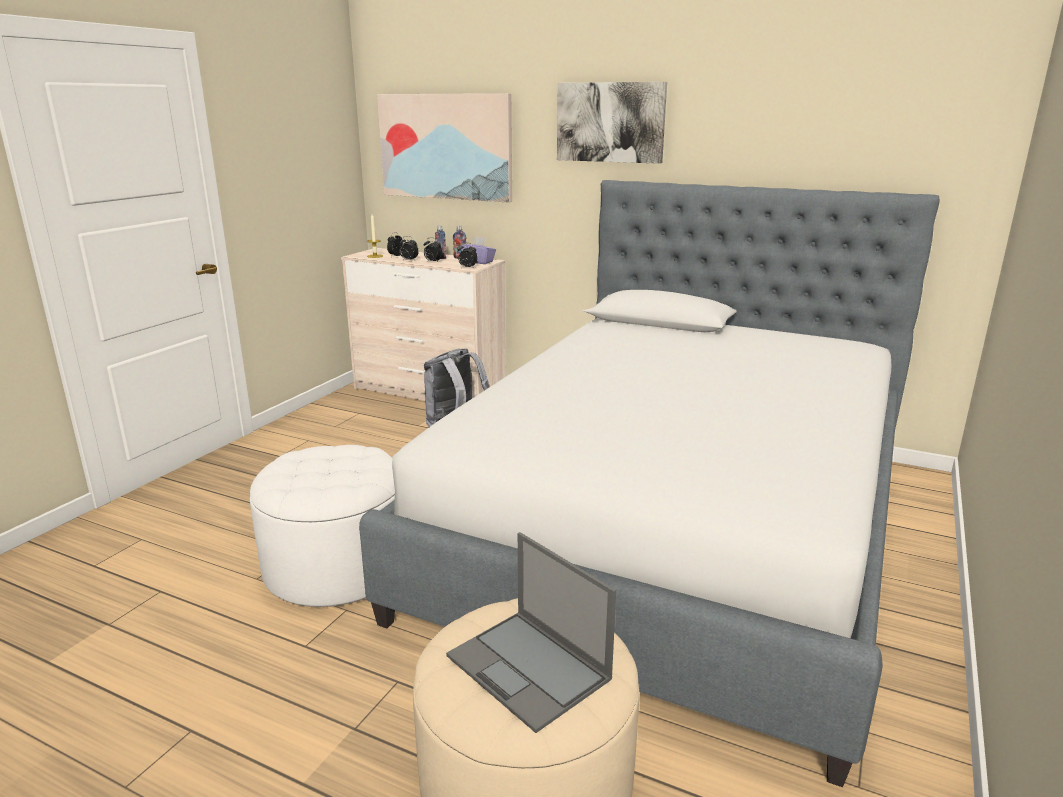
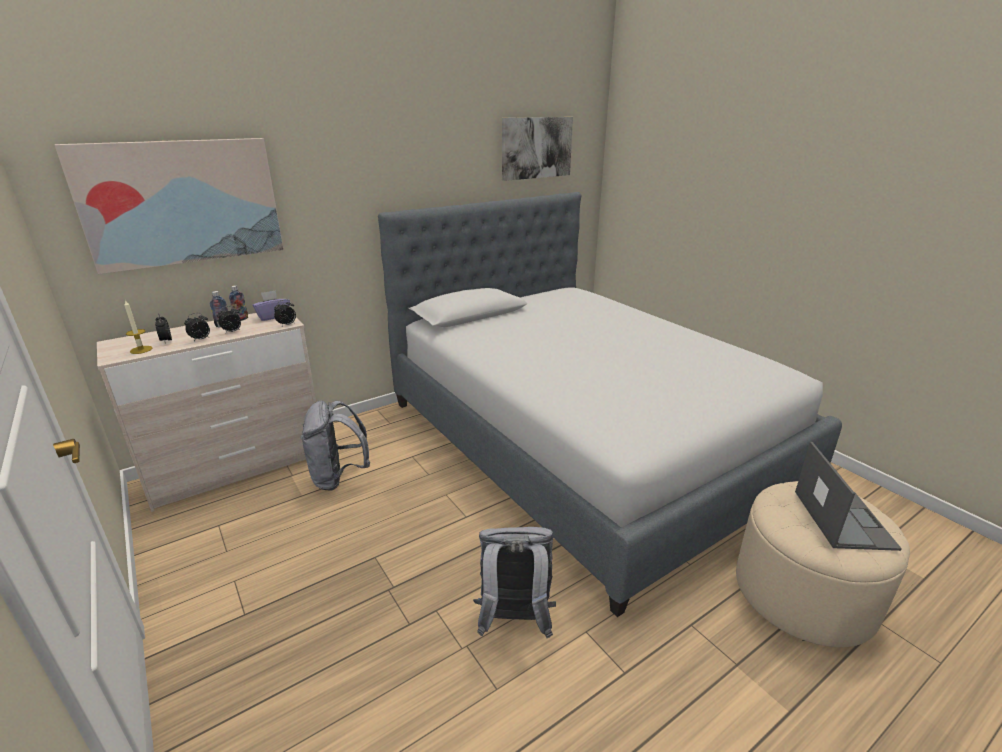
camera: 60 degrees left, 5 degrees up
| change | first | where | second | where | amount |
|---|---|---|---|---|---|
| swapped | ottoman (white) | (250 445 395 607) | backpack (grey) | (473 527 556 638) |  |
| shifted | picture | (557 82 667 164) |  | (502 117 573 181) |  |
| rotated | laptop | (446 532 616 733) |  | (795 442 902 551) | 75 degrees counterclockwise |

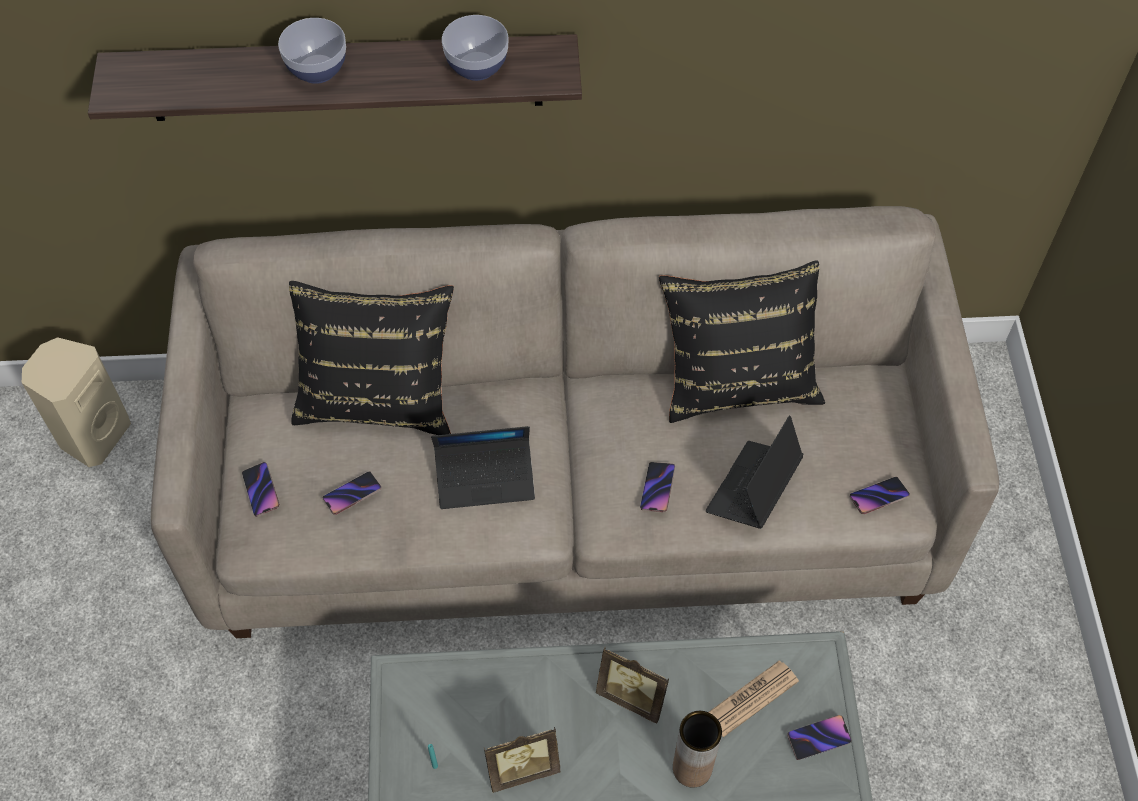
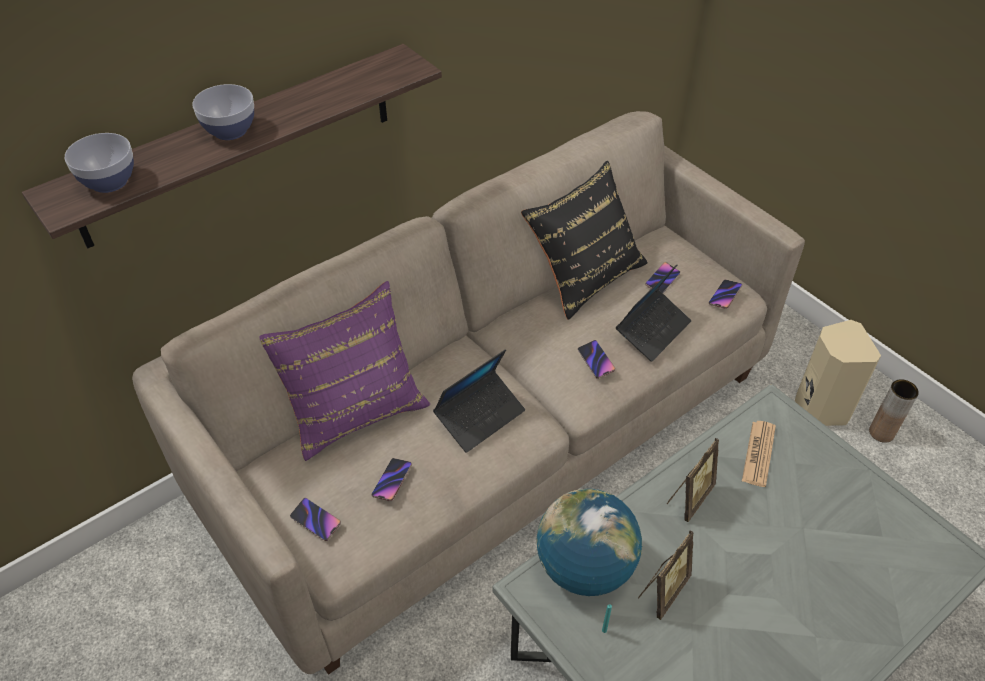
camera: 35 degrees left, 10 degrees down
| change | first | where | second | where | amount |
|---|---|---|---|---|---|
| shifted | bowl | (442 15 508 81) |  | (65 133 134 193) |  |
| repainted | pillow (black) | (289 281 454 435) | pillow (purple) | (259 281 430 461) |  |
| new |  |  | globe | (536 489 642 596) |  |
| rotated | laptop | (706 416 804 529) |  | (616 265 691 362) | 135 degrees counterclockwise |
| shifted | phone | (787 715 851 760) |  | (645 262 680 293) |  |
| rotated | picture frame | (596 646 669 724) |  | (667 438 719 522) | 45 degrees counterclockwise |
| shifted | speaker (beige) | (22 337 131 467) |  | (795 320 881 426) |  |
| shifted | vase (brown) | (673 711 722 788) |  | (869 379 919 443) |  |

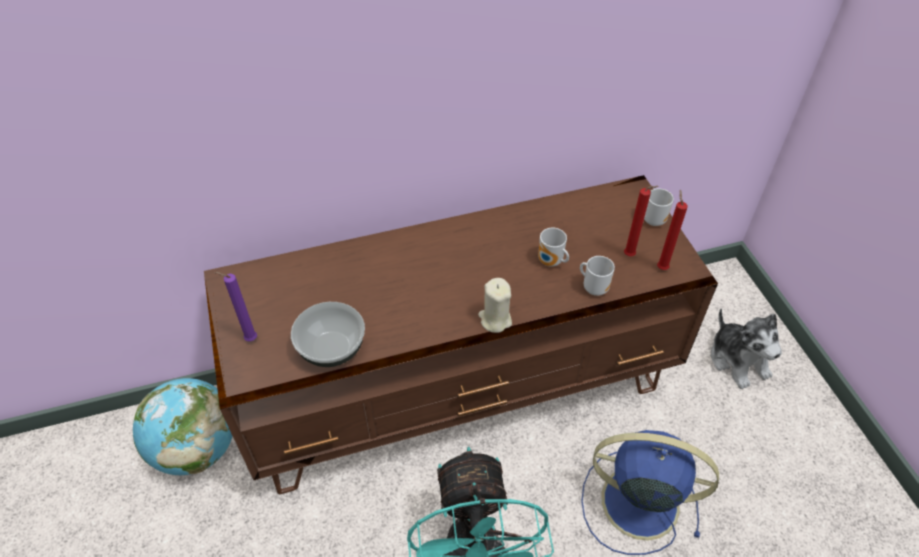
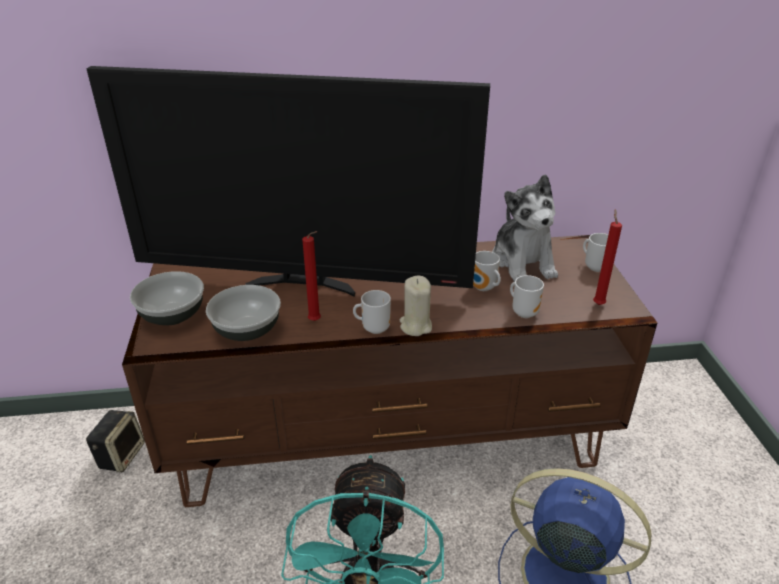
camera: 10 degrees right, 15 degrees down
| change | first | where | second | where | amount |
|---|---|---|---|---|---|
| swapped | globe | (133 378 233 475) | speaker | (86 410 145 473) |  |
| new |  |  | television | (87 66 490 296) |  |
| swapped | candle (purple) | (214 272 257 342) | bowl | (130 271 204 325) |  |
| shifted | candle (red) | (624 186 659 256) |  | (302 231 321 321) |  |
| new |  |  | mug | (353 290 391 334) |  |
| shifted | plush toy | (711 308 782 389) |  | (492 174 558 282) |  |

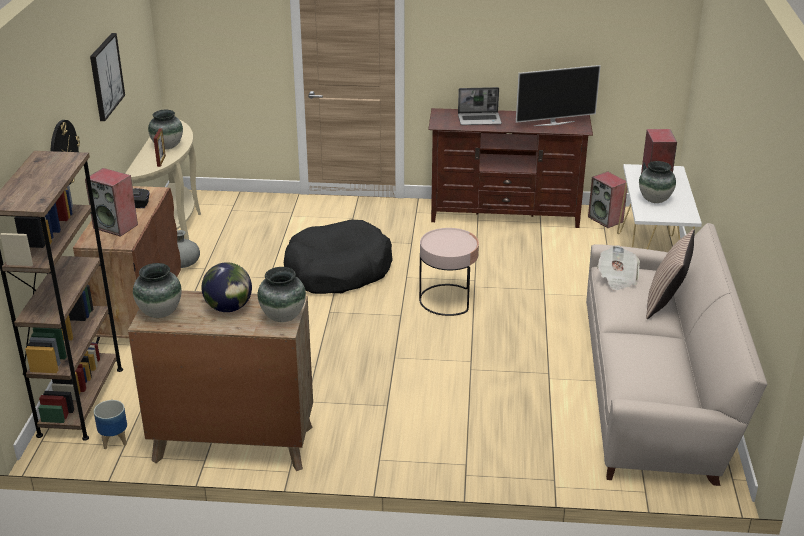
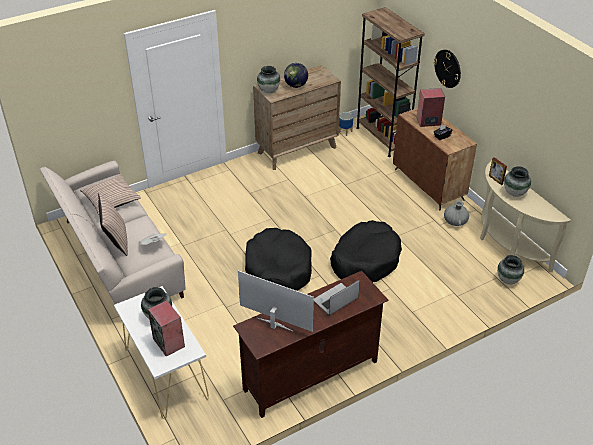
camera: 145 degrees right, 10 degrees up
| change | first | where | second | where | amount |
|---|---|---|---|---|---|
| new |  |  | pillow | (80 174 141 215) |  |
| rotated | television | (516 65 601 126) |  | (238 270 314 332) | 75 degrees clockwise |
| swapped | side table (pink) | (419 228 479 316) | dog bed (black) | (245 228 312 291) |  |
| shifted | vase | (133 263 182 318) |  | (497 255 524 285) |  |
| gone | picture | (90 33 125 121) |  |  |  |
| gone | speaker | (588 171 627 228) |  |  |  |

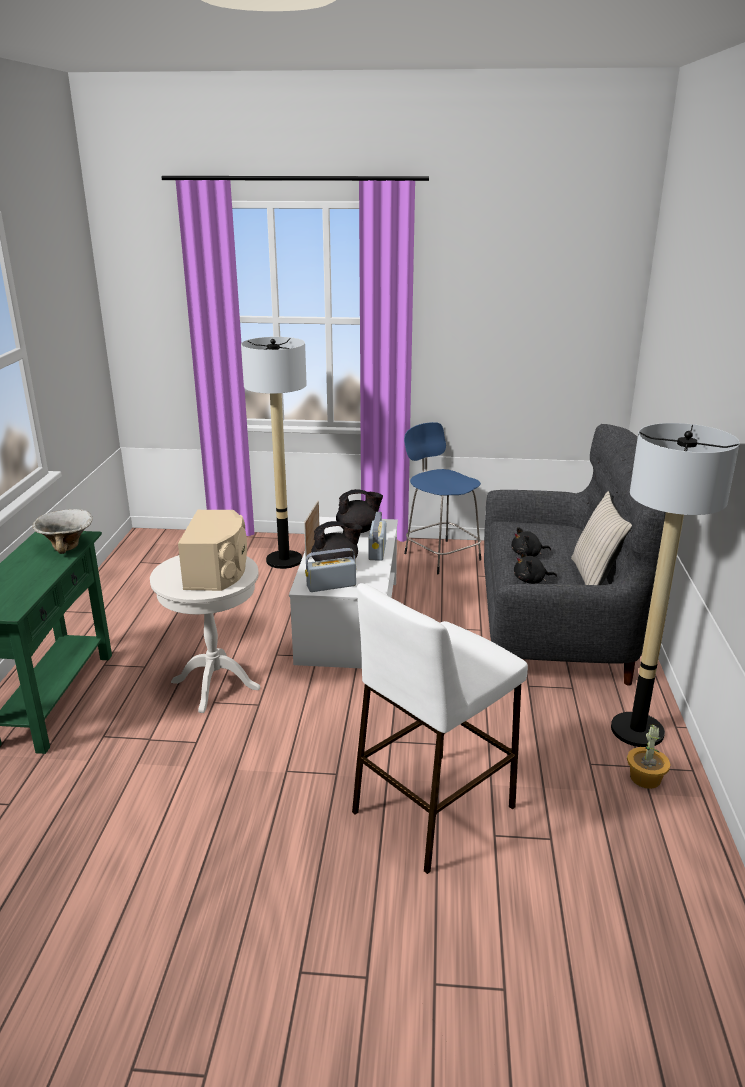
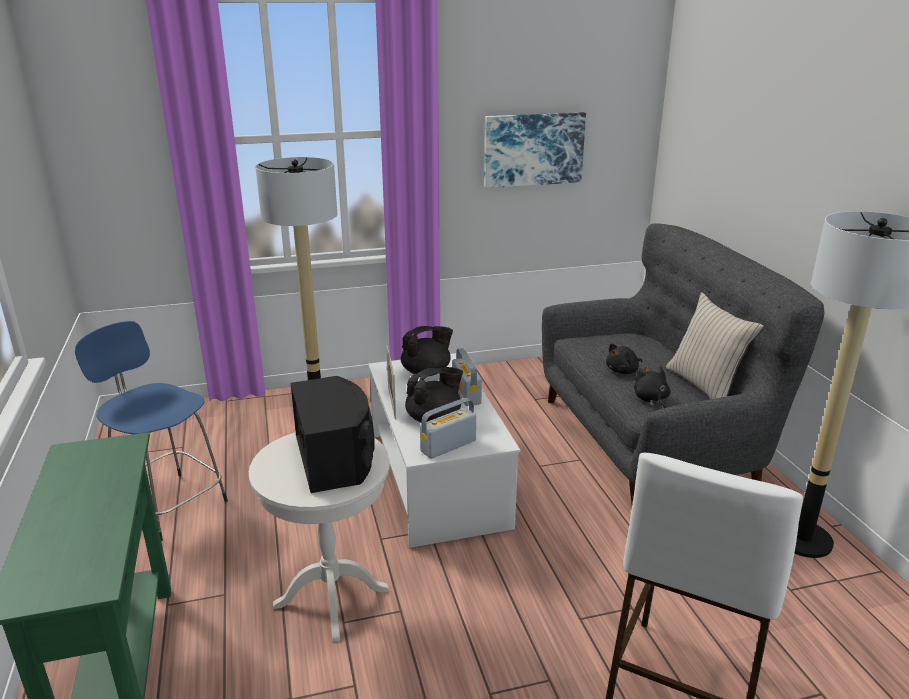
camera: 20 degrees left, 0 degrees up
| change | first | where | second | where | amount |
|---|---|---|---|---|---|
| shifted | stool (blue) | (404 422 481 574) |  | (75 321 228 542) |  |
| repainted | speaker (beige) | (178 510 247 591) | speaker (black) | (290 376 375 493) |  |
| new |  |  | picture | (484 112 586 188) |  |
| rotated | plush toy (black) | (514 551 557 584) |  | (634 366 671 408) | 105 degrees clockwise |
| gone | bowl | (32 509 93 554) |  |  |  |
| gone | potted plant | (627 724 671 789) |  |  |  |

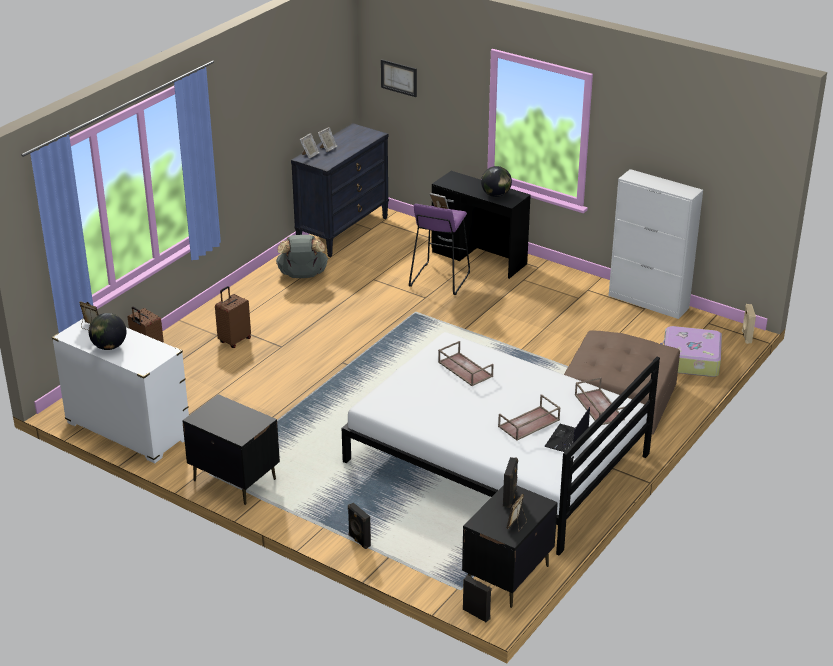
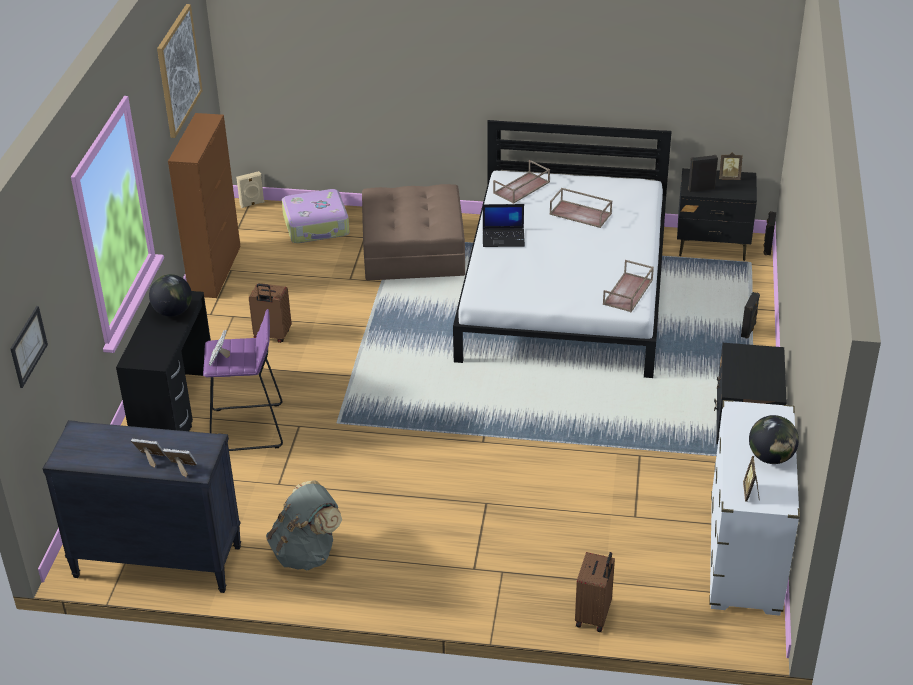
camera: 115 degrees left, 5 degrees up
| change | first | where | second | where | amount |
|---|---|---|---|---|---|
| new |  |  | picture | (157 4 203 138) |  |
| repainted | cabinet (white) | (609 169 703 319) | cabinet (brown) | (168 113 241 298) |  |
| shifted | suitcase (brown) | (215 286 251 348) |  | (249 283 292 343) |  |
| shifted | laptop | (544 407 590 452) |  | (483 204 525 247) |  |
| shifted | tray (brown) | (438 341 494 386) |  | (603 260 654 312) |  |

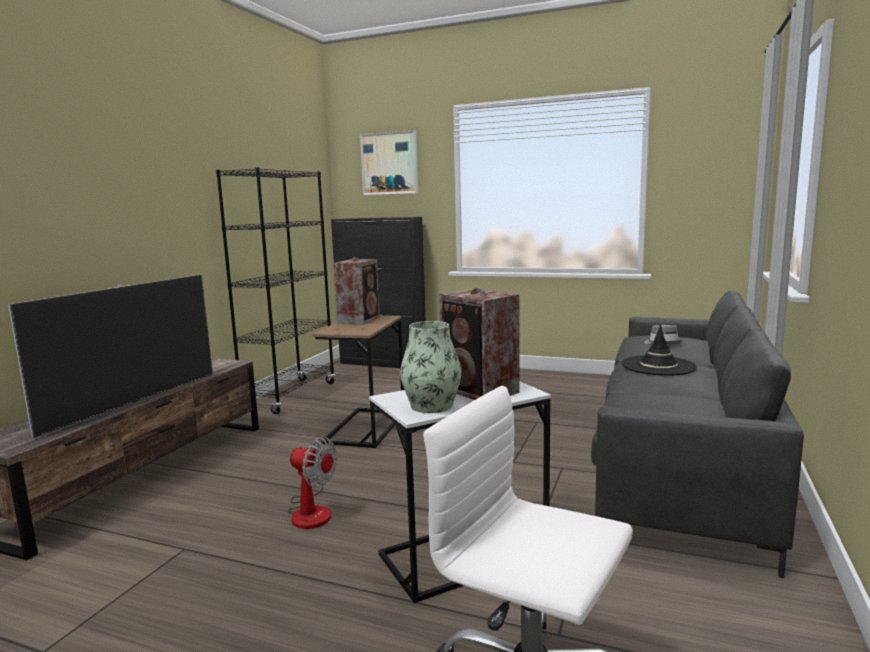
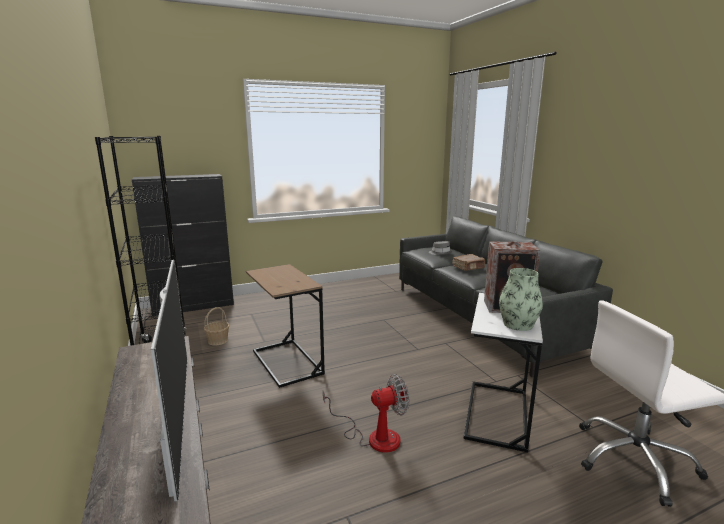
camera: 45 degrees left, 5 degrees up
| change | first | where | second | where | amount |
|---|---|---|---|---|---|
| new |  |  | basket | (204 307 229 345) |  |
| swapped | hat (black) | (621 325 697 376) | book (brown) | (453 254 485 271) |  |
| gone | speaker | (333 257 380 325) |  |  |  |
| gone | picture | (360 130 418 195) |  |  |  |

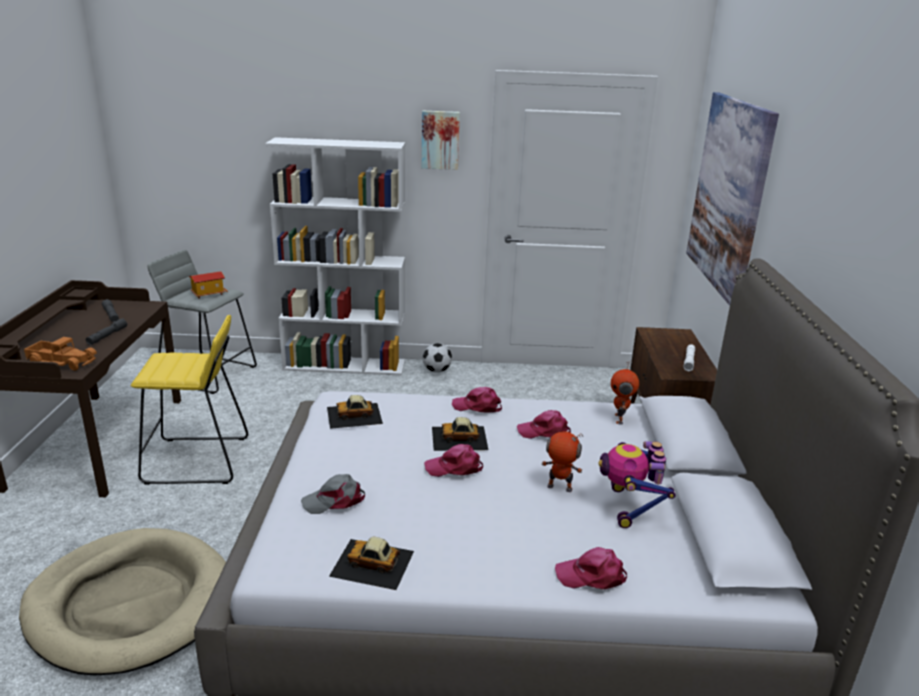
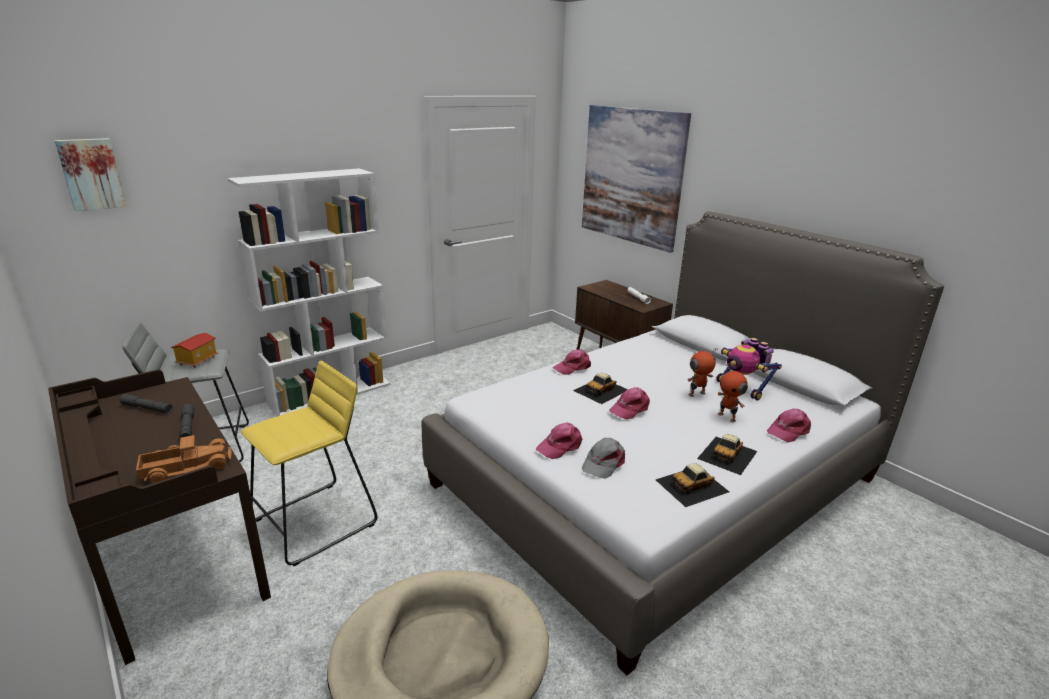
camera: 40 degrees left, 0 degrees up
| change | first | where | second | where | amount |
|---|---|---|---|---|---|
| shifted | picture | (422 111 460 170) |  | (55 138 126 211) |  |
| shifted | cap (pink) | (517 410 571 439) |  | (536 422 582 459) |  |
| shifted | toy car | (327 395 383 429) |  | (697 434 757 475) |  |
| shifted | toy robot | (611 361 639 425) |  | (718 364 748 422) |  |
| gone | football | (423 343 452 373) |  |  |  |

